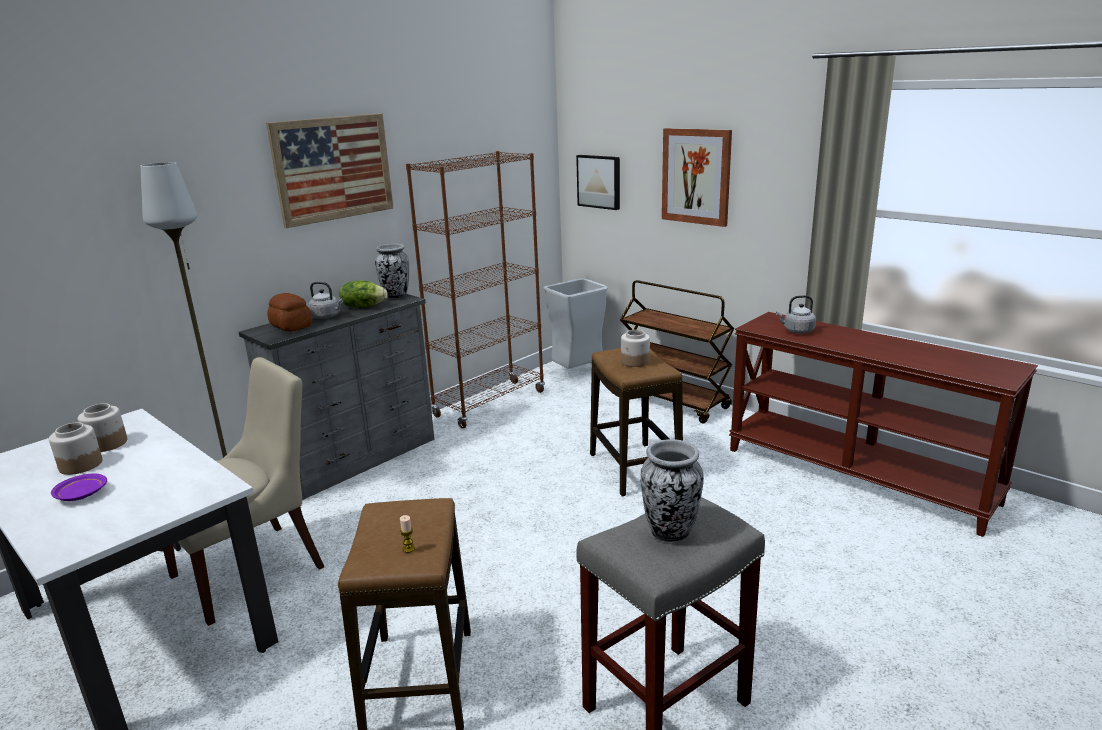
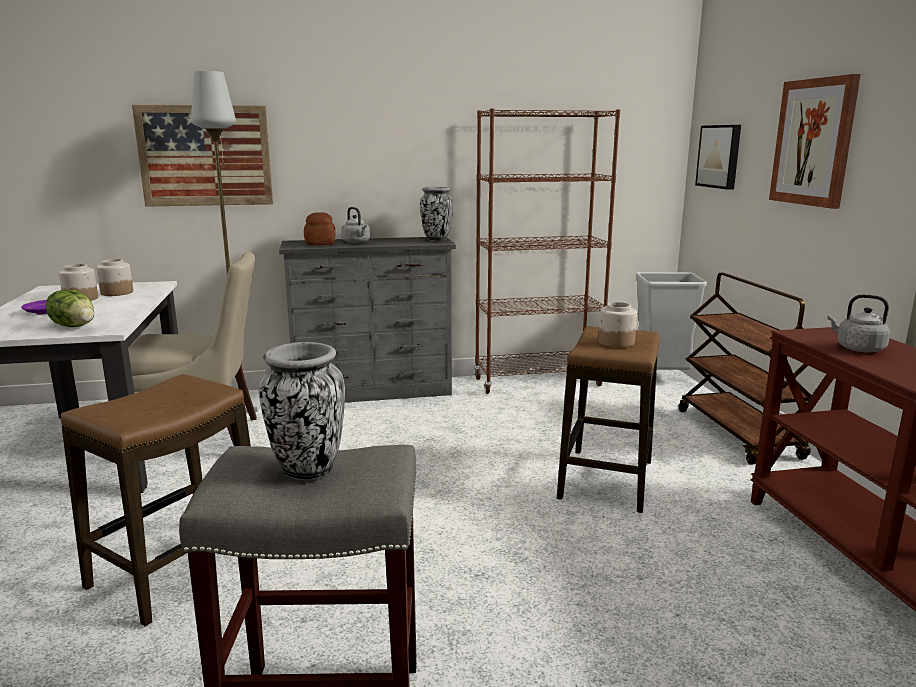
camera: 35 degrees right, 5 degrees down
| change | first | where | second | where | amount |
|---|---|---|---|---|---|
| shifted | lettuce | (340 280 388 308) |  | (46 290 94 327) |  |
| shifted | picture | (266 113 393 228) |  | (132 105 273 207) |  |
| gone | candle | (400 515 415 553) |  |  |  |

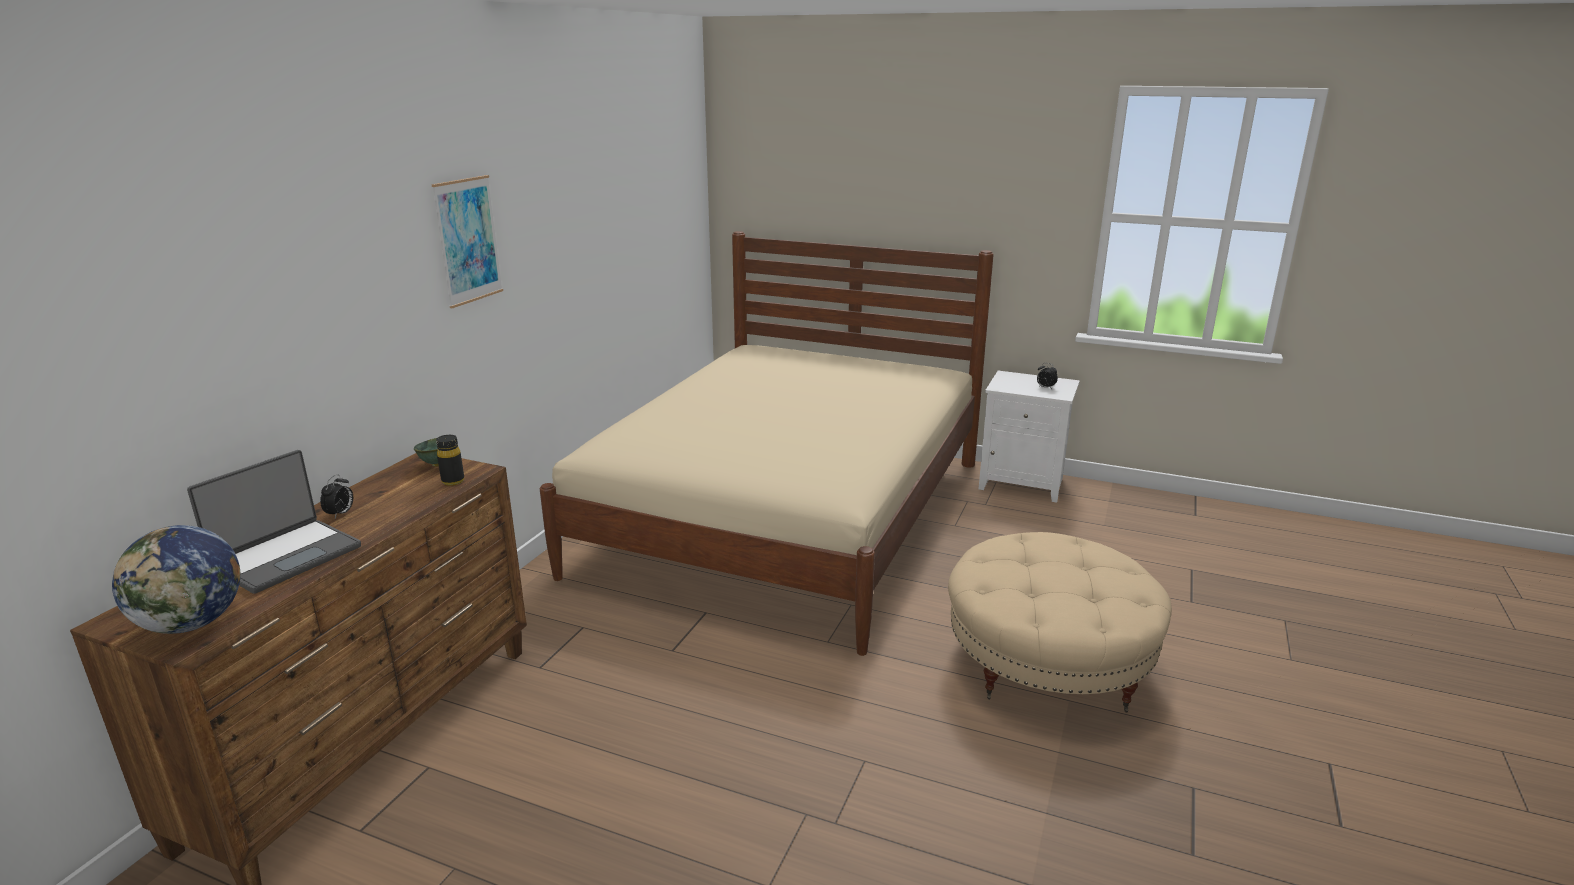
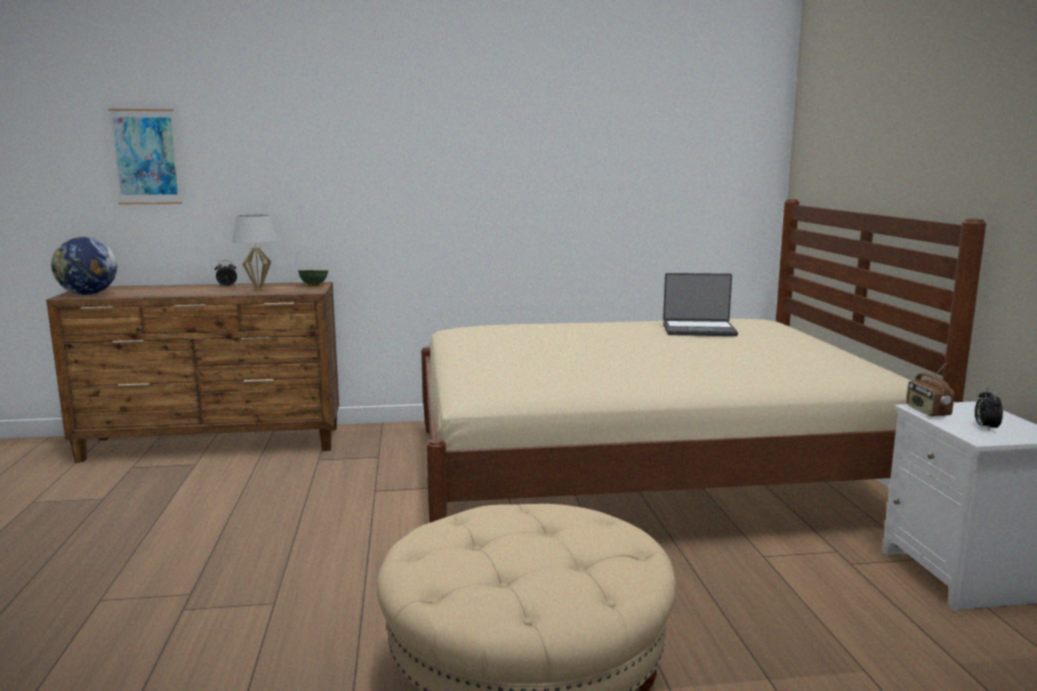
camera: 60 degrees right, 10 degrees down
| change | first | where | second | where | amount |
|---|---|---|---|---|---|
| shifted | picture | (432 175 503 308) |  | (108 109 182 204) |  |
| new |  |  | table lamp (white) | (232 215 278 291) |  |
| shifted | laptop | (187 450 361 594) |  | (663 273 738 336) |  |
| new |  |  | radio | (906 363 955 417) |  |
| gone | bottle (black) | (436 435 464 486) |  |  |  |

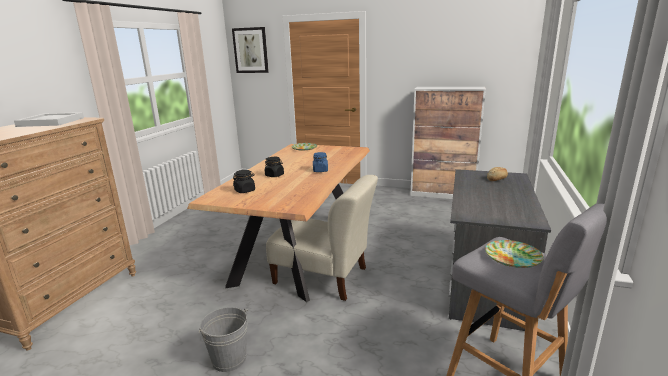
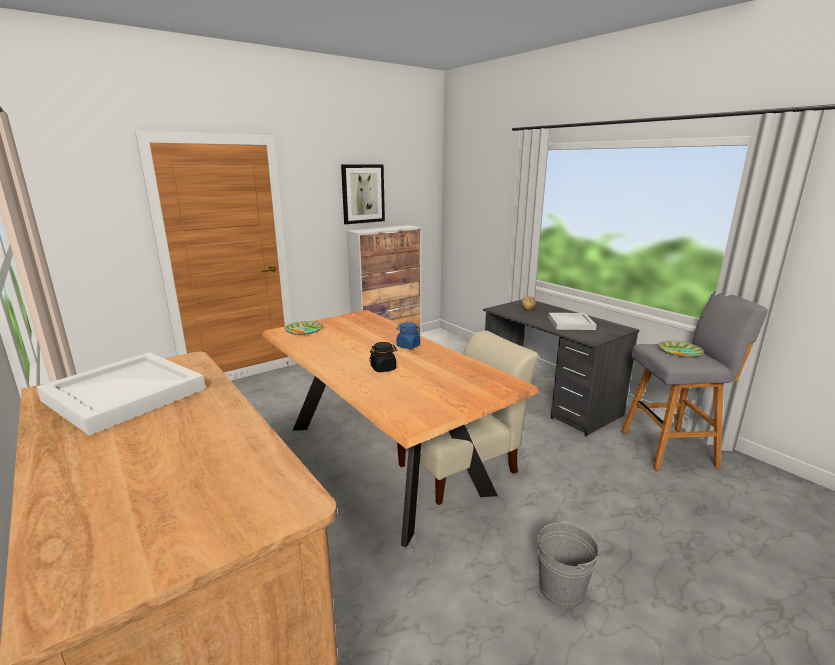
camera: 55 degrees left, 0 degrees up
| change | first | where | second | where | amount |
|---|---|---|---|---|---|
| shifted | picture | (232 27 269 73) |  | (341 164 385 224) |  |
| new |  |  | tray (white) | (548 313 597 330) |  |
| gone | jar (black) | (233 170 255 193) |  |  |  |

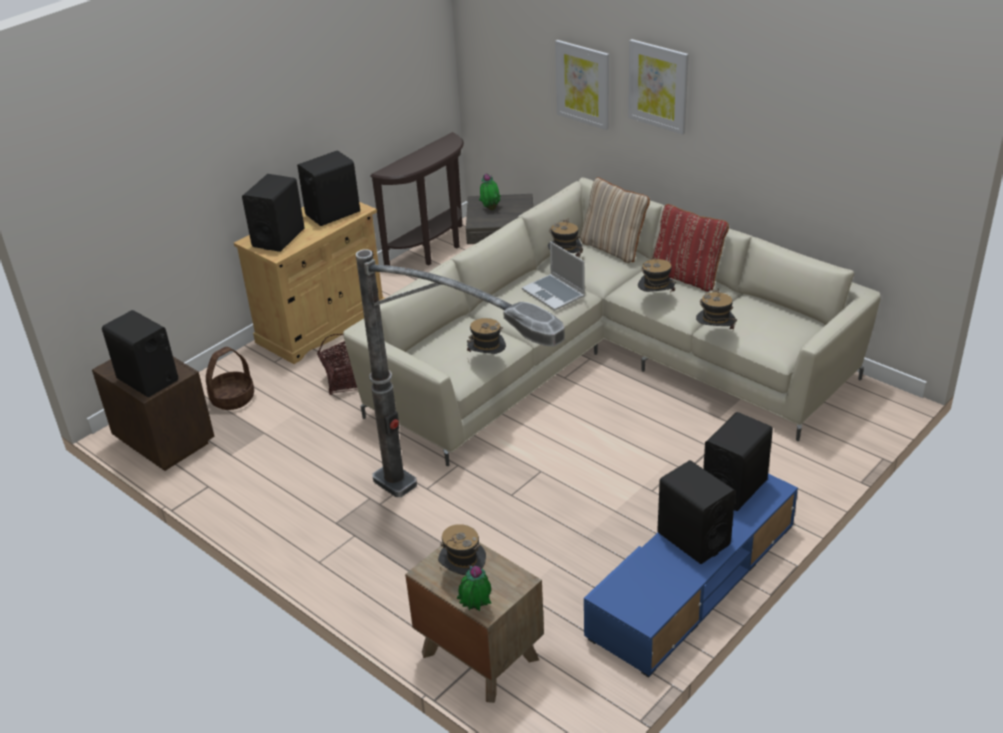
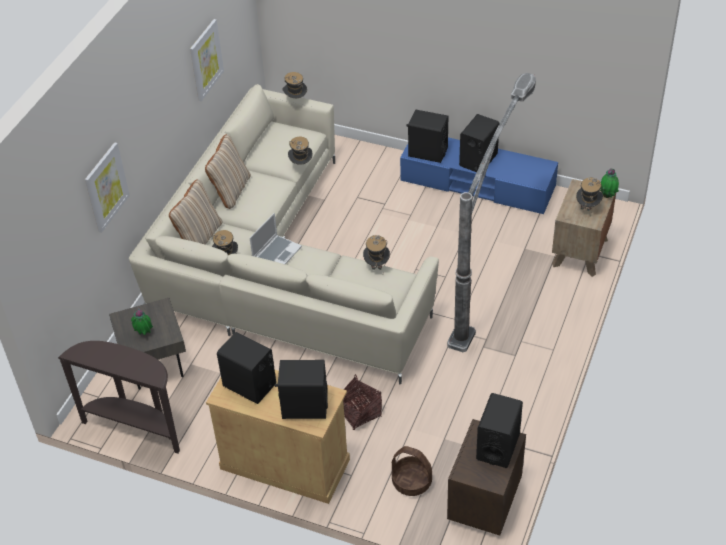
camera: 110 degrees left, 10 degrees up
| change | first | where | second | where | amount |
|---|---|---|---|---|---|
| shifted | picture | (628 39 689 135) |  | (190 19 224 101) |  |
| repainted | pillow (red) | (653 204 729 292) | pillow (beige) | (205 134 251 209) |  |
| shifted | hat | (638 255 676 294) |  | (282 72 307 98) |  |

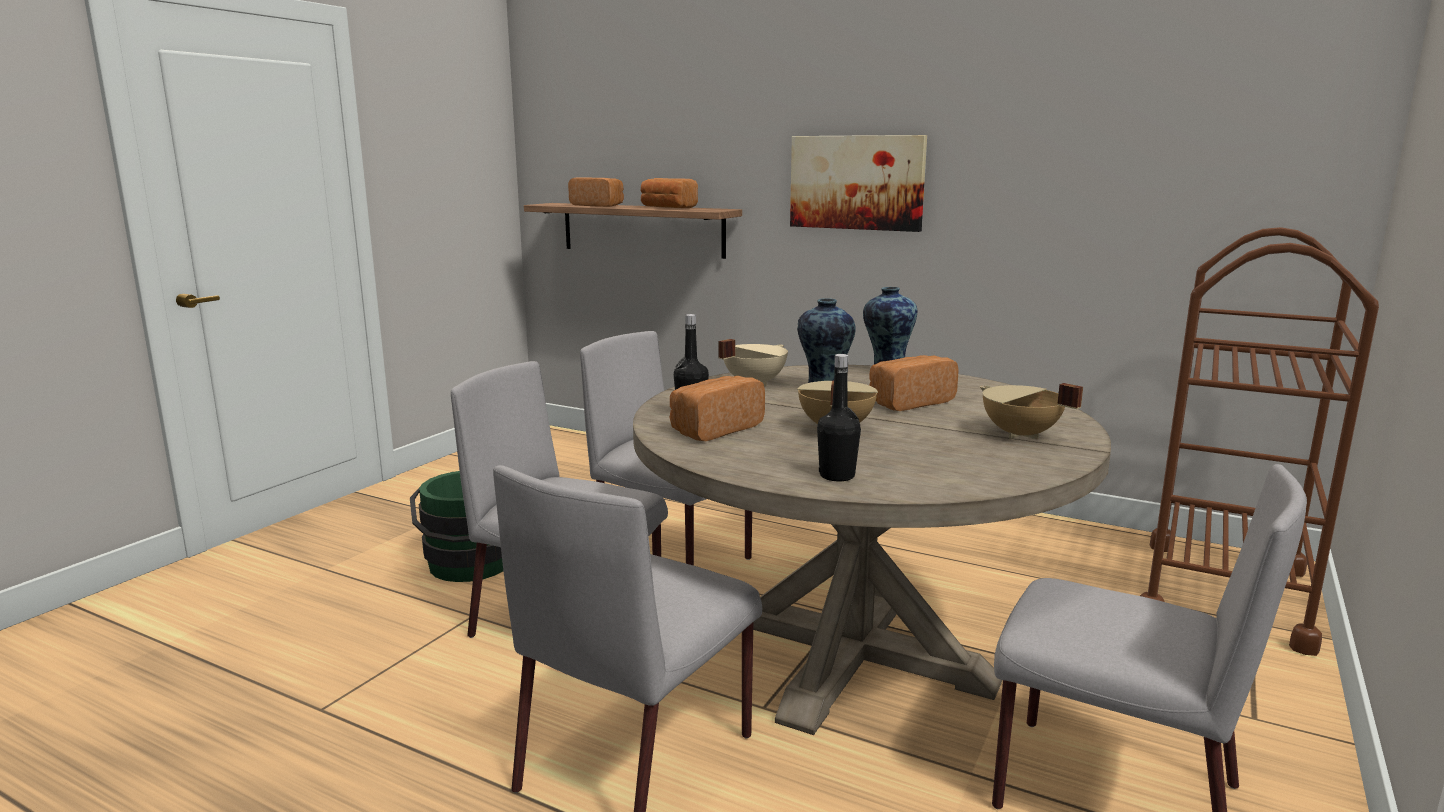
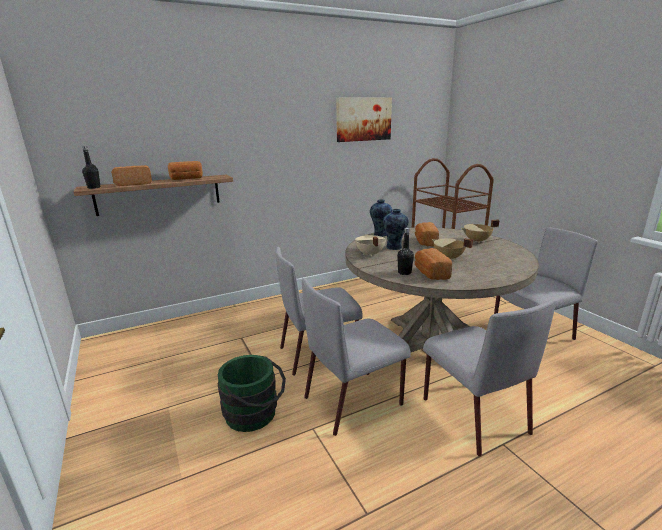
camera: 55 degrees left, 5 degrees up
| change | first | where | second | where | amount |
|---|---|---|---|---|---|
| shifted | bottle (black) | (817 354 861 481) |  | (82 146 101 189) |  |
| shifted | picture | (790 135 927 232) |  | (336 97 392 142) |  |

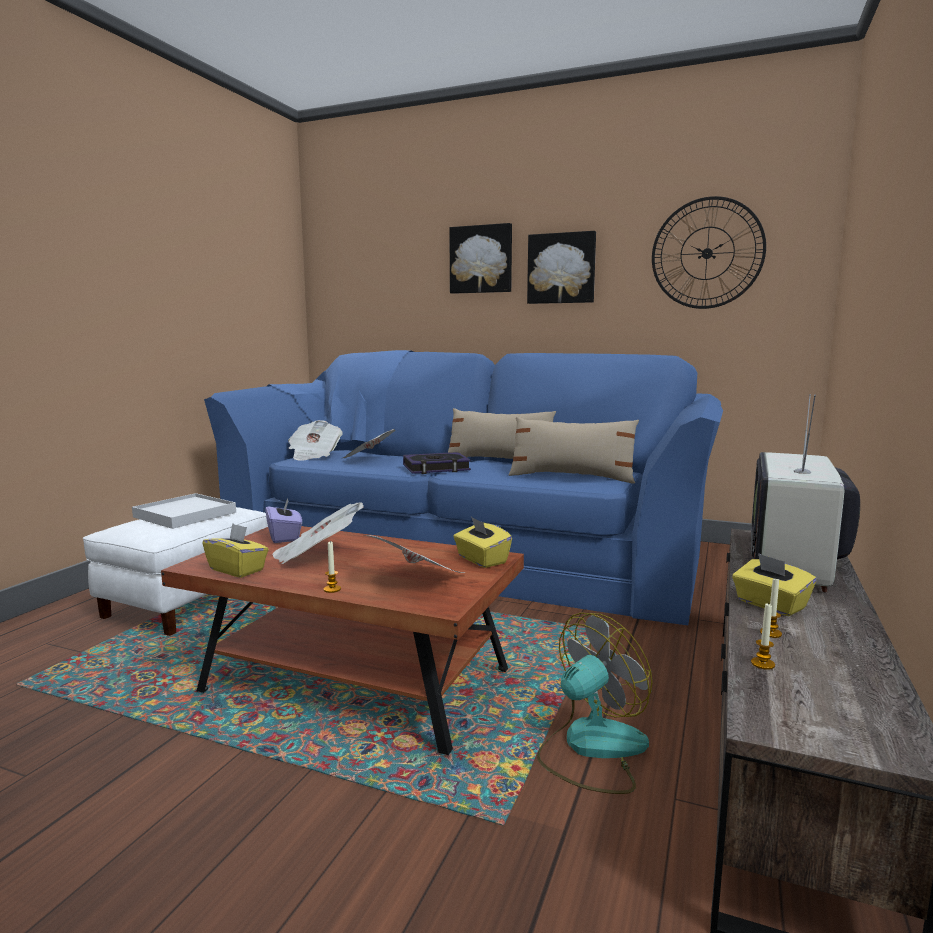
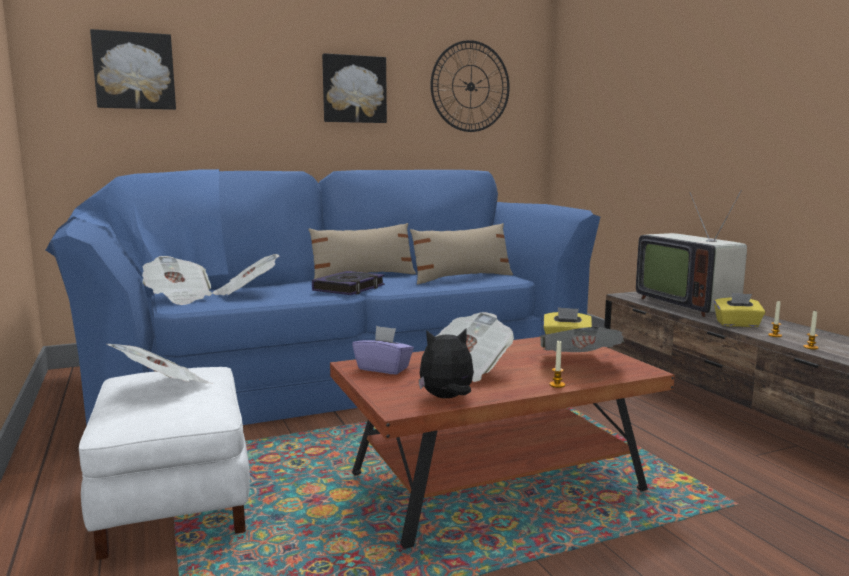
camera: 45 degrees left, 0 degrees up
| change | first | where | second | where | amount |
|---|---|---|---|---|---|
| shifted | picture | (449 223 512 294) |  | (90 29 176 110) |  |
| swapped | tray (white) | (132 493 236 529) | newspaper | (107 344 213 384) |  |
| swapped | tissue box (yellow) | (202 523 269 578) | plush toy | (418 329 474 398) |  |
| gone | fan | (537 613 653 794) |  |  |  |

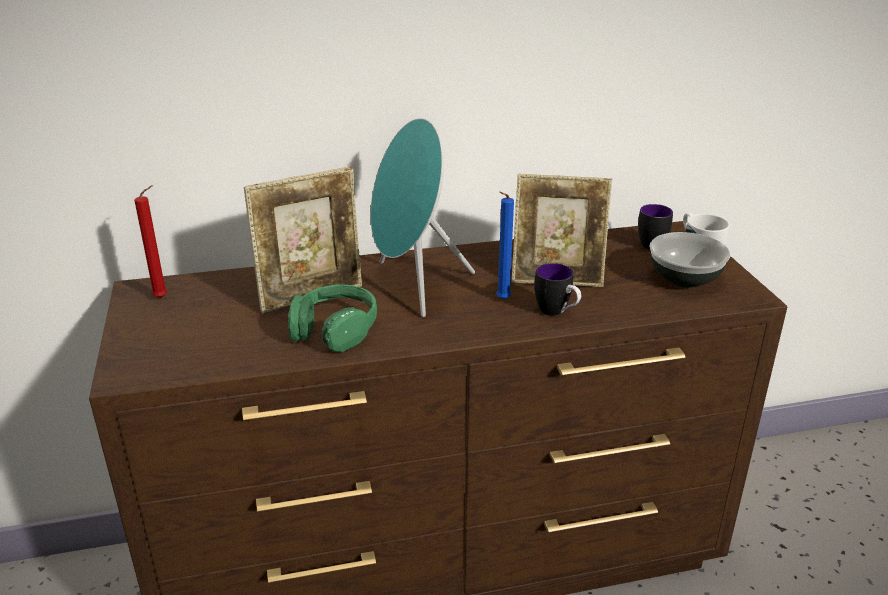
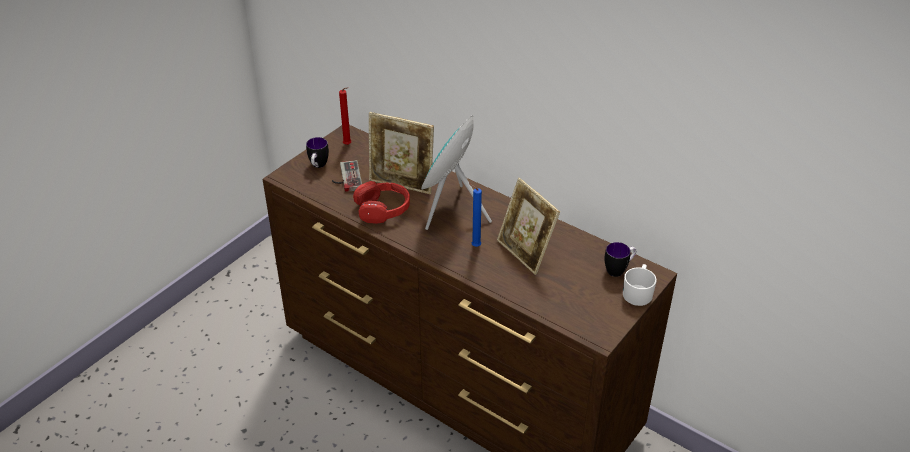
camera: 50 degrees right, 10 degrees up
| change | first | where | second | where | amount |
|---|---|---|---|---|---|
| shifted | mug | (535 263 581 316) |  | (306 137 329 168) |  |
| new |  |  | game controller | (332 160 362 192) |  |
| repainted | headphones (green) | (288 284 377 352) | headphones (red) | (353 181 410 224) |  |
| gone | bowl | (650 232 730 288) |  |  |  |

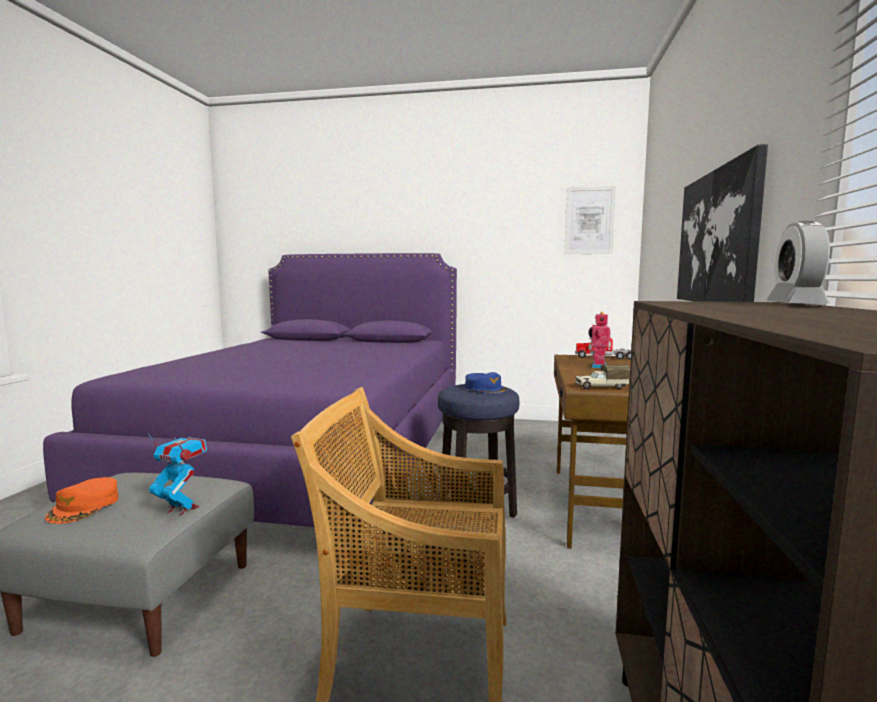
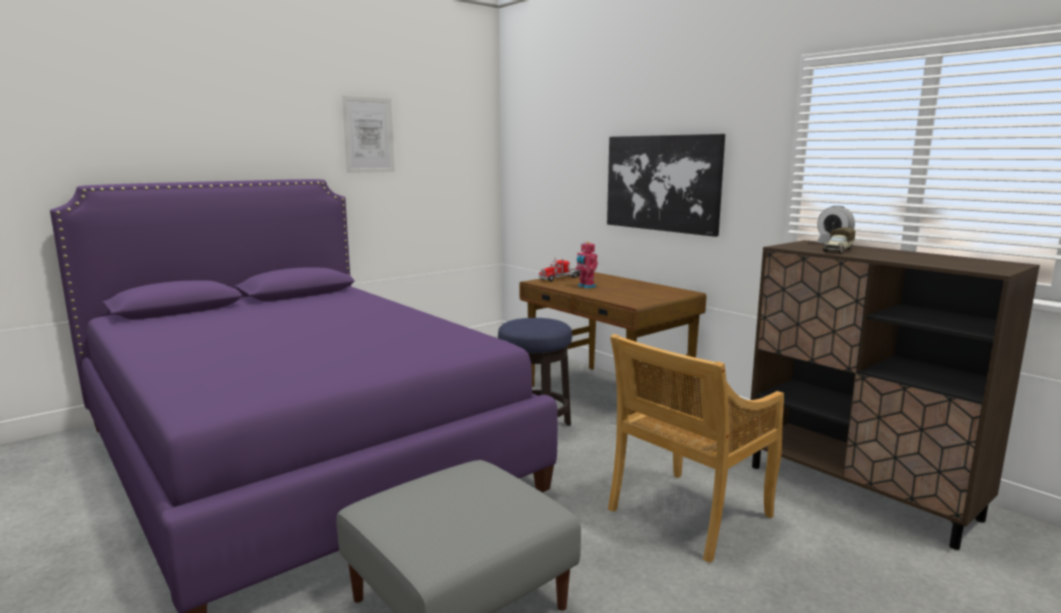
camera: 50 degrees left, 5 degrees up
| change | first | where | second | where | amount |
|---|---|---|---|---|---|
| shifted | picture | (564 186 616 254) |  | (342 96 395 173) |  |
| shifted | toy truck | (575 365 630 389) |  | (823 227 856 253) |  |
| gone | cap (orange) | (45 477 118 524) |  |  |  |
| gone | toy robot | (148 433 207 515) |  |  |  |
| gone | cap (blue) | (465 372 507 394) |  |  |  |

